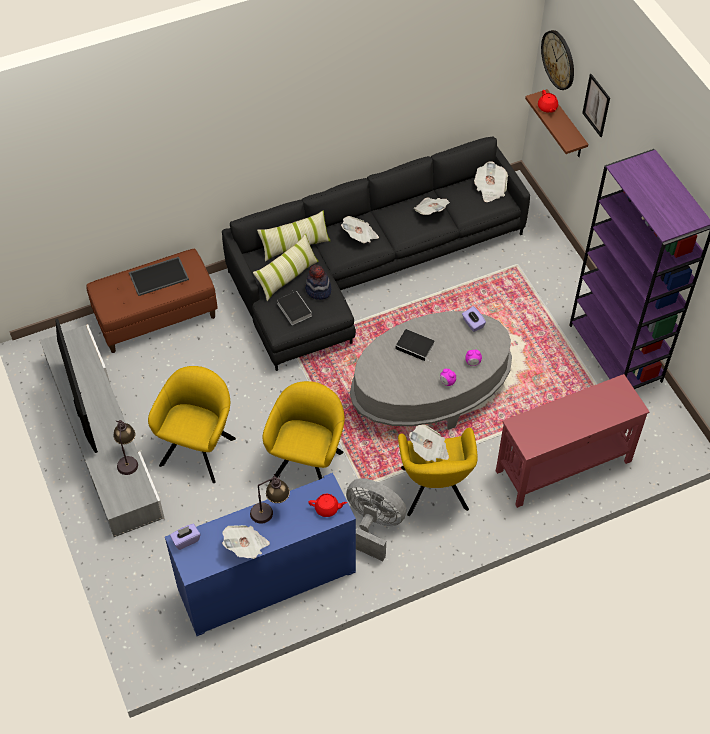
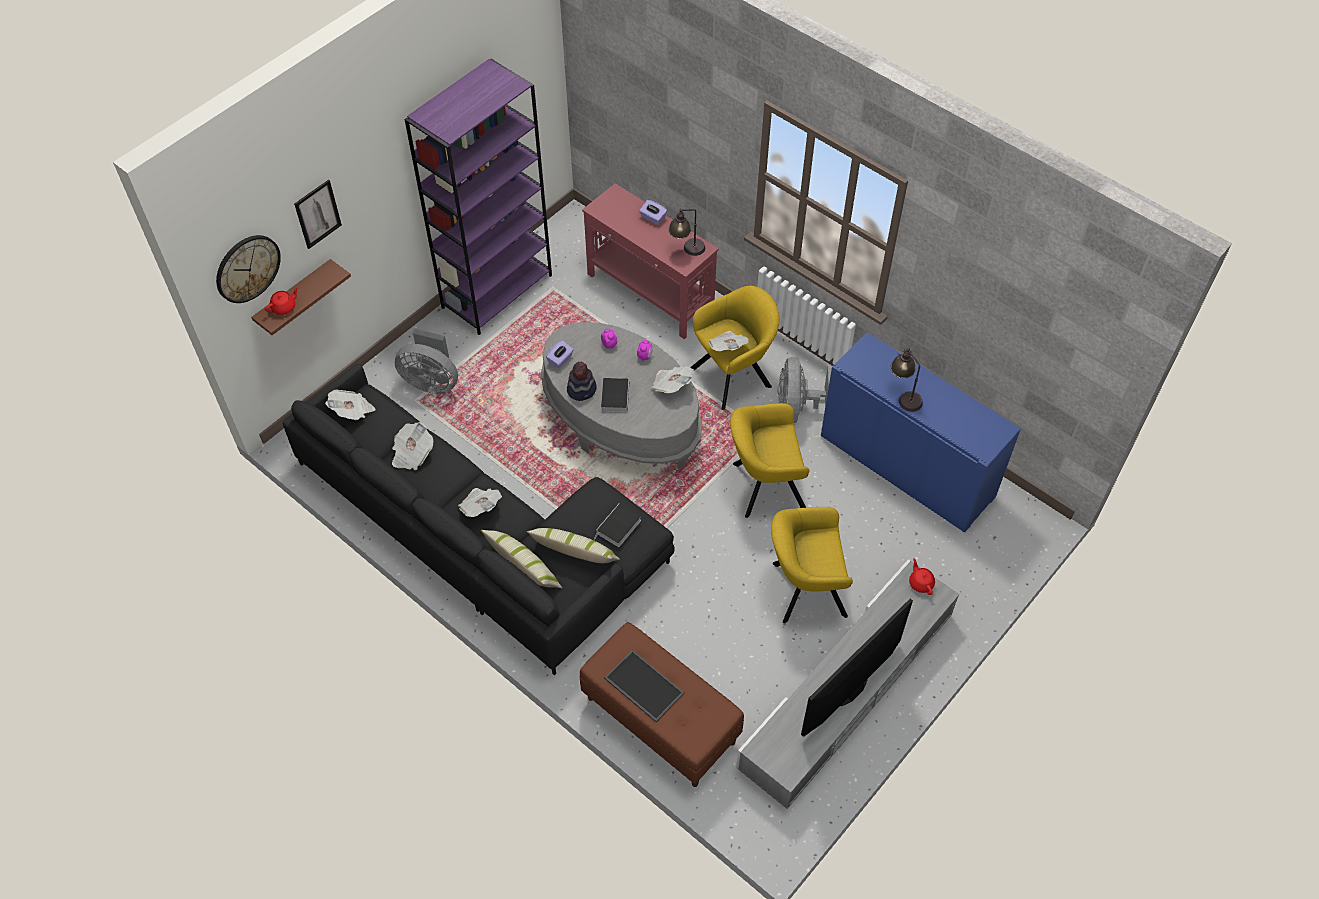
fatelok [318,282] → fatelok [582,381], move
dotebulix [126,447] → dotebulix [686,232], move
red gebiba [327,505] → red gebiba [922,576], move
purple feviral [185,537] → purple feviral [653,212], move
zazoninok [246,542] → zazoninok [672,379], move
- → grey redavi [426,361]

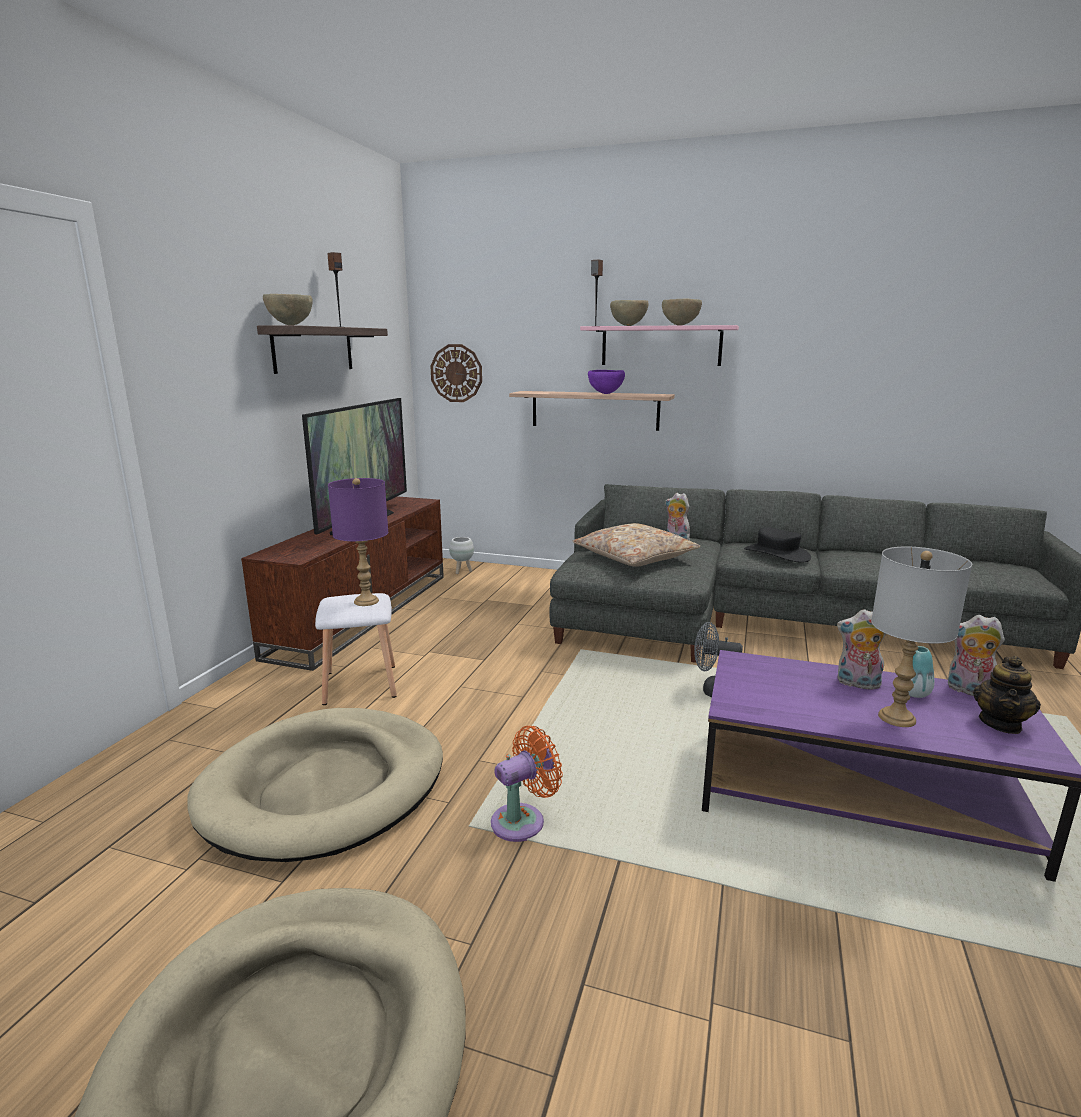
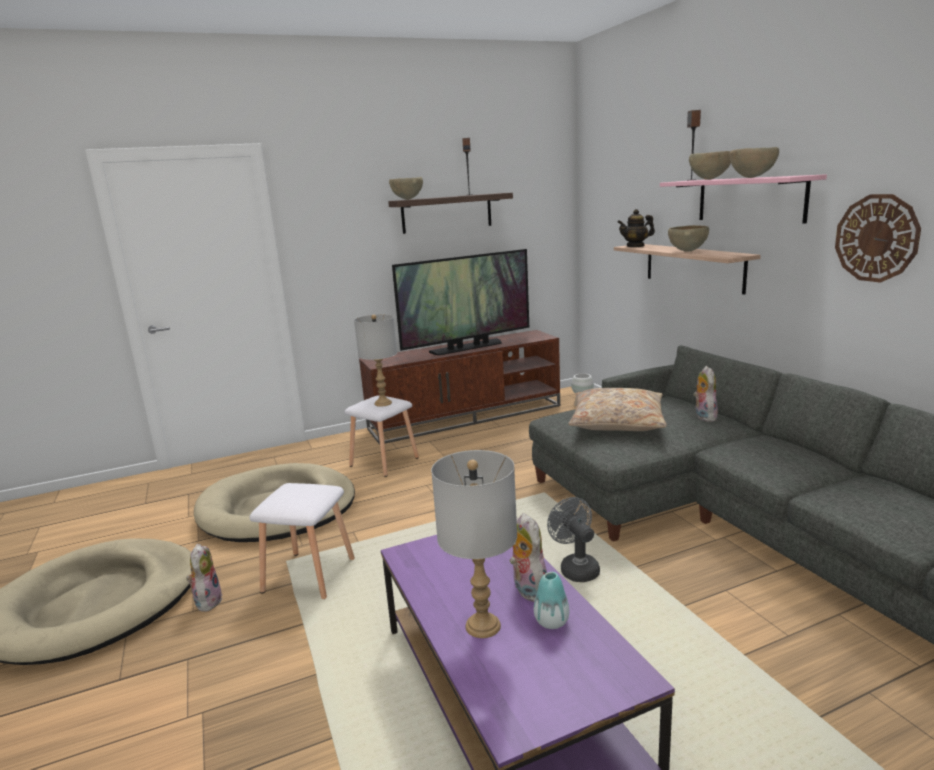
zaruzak [456,373] → zaruzak [878,238], move
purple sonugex [606,382] → brown sonugex [688,238]
purple dotebulix [358,542] → grey dotebulix [375,360]
black fatelok [777,545] → -
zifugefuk [976,655] → zifugefuk [204,578], move
gebiba [1007,695] → gebiba [636,228], move
orange redavi [527,784] → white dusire [302,541]

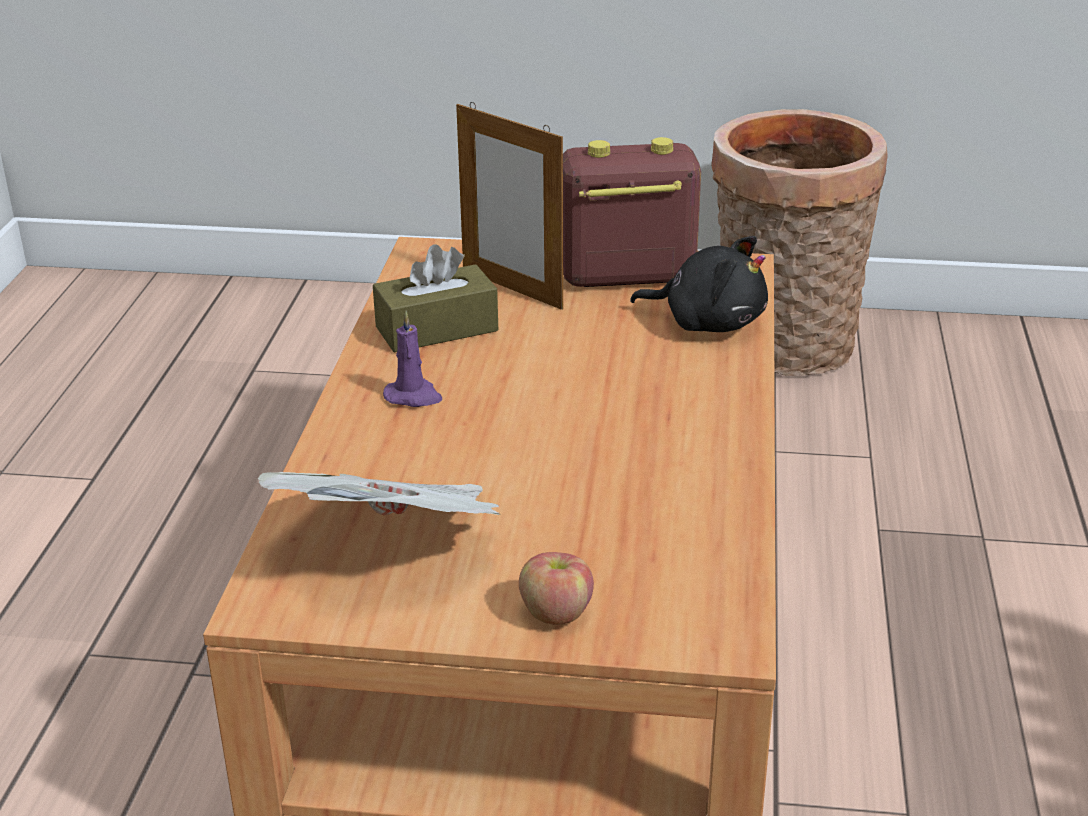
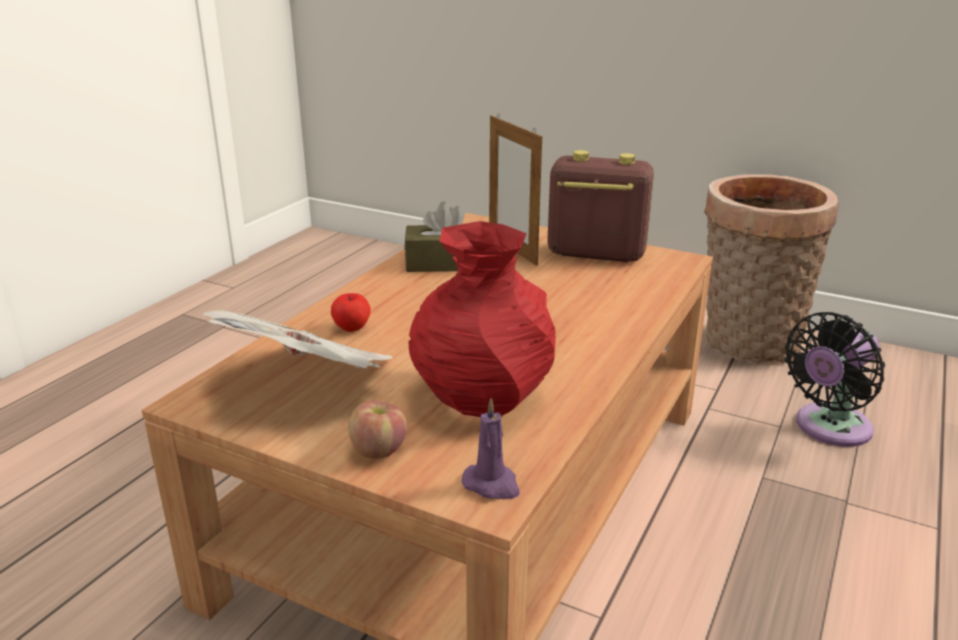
black zifugefuk [699,284] → -
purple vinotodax [412,359] → purple vinotodax [491,448], move
- → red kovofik [482,319]
- → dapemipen [351,312]
- → black redavi [835,379]

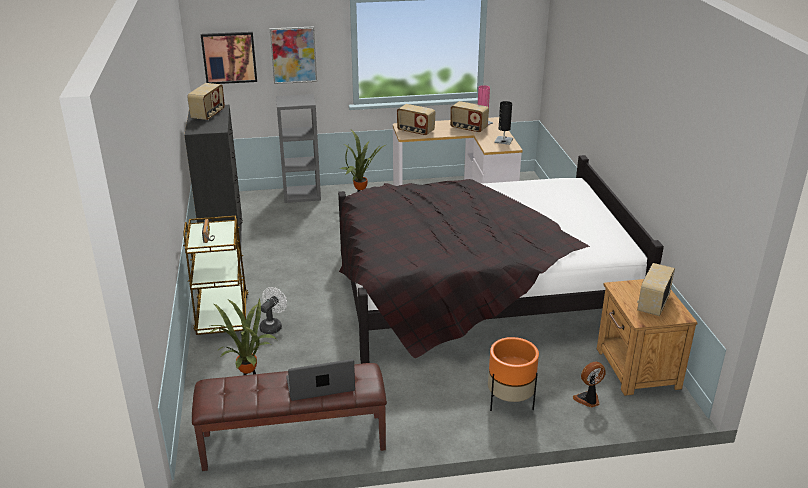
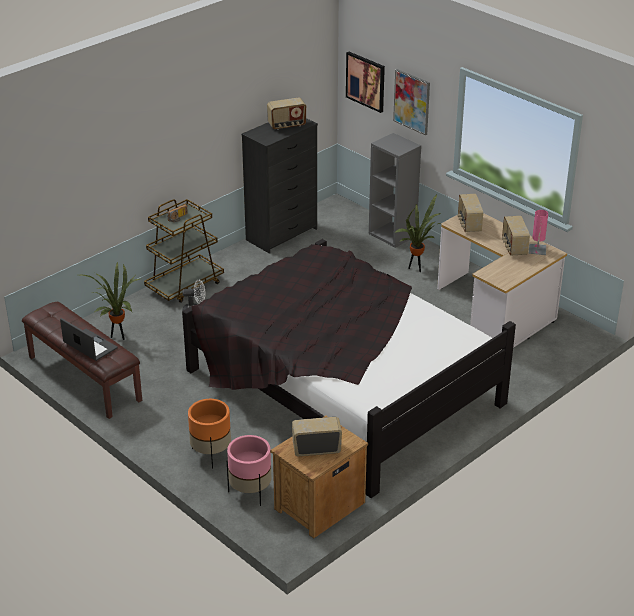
black dotebulix [503,123] → -
redavi [589,385] → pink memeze [249,470]

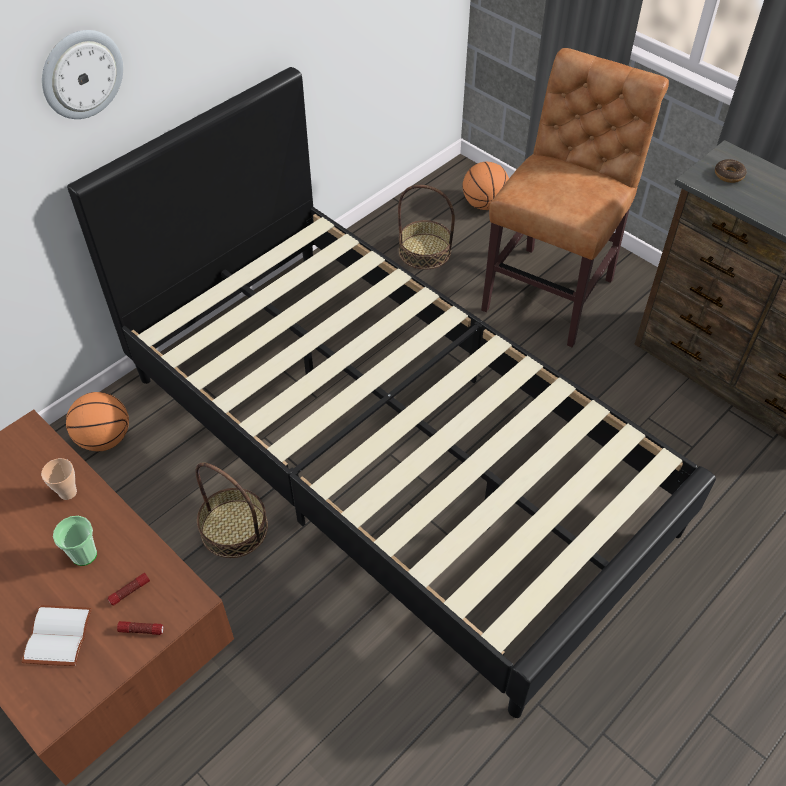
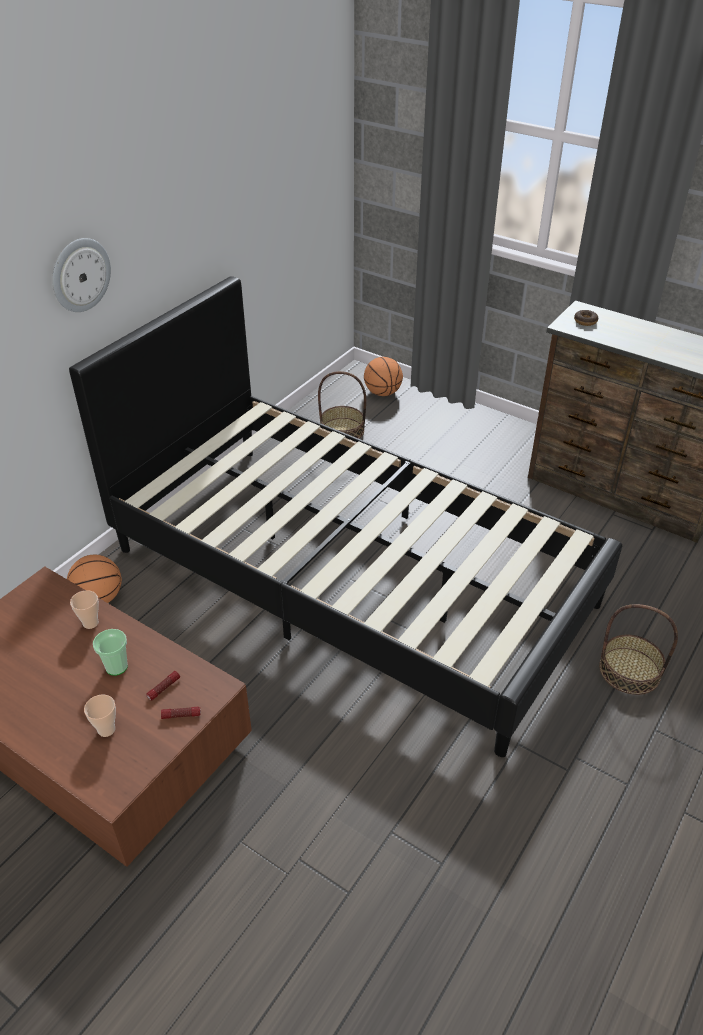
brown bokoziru [575,197] → -
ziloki [231,510] → ziloki [638,649], move
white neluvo [56,635] → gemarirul [100,716]

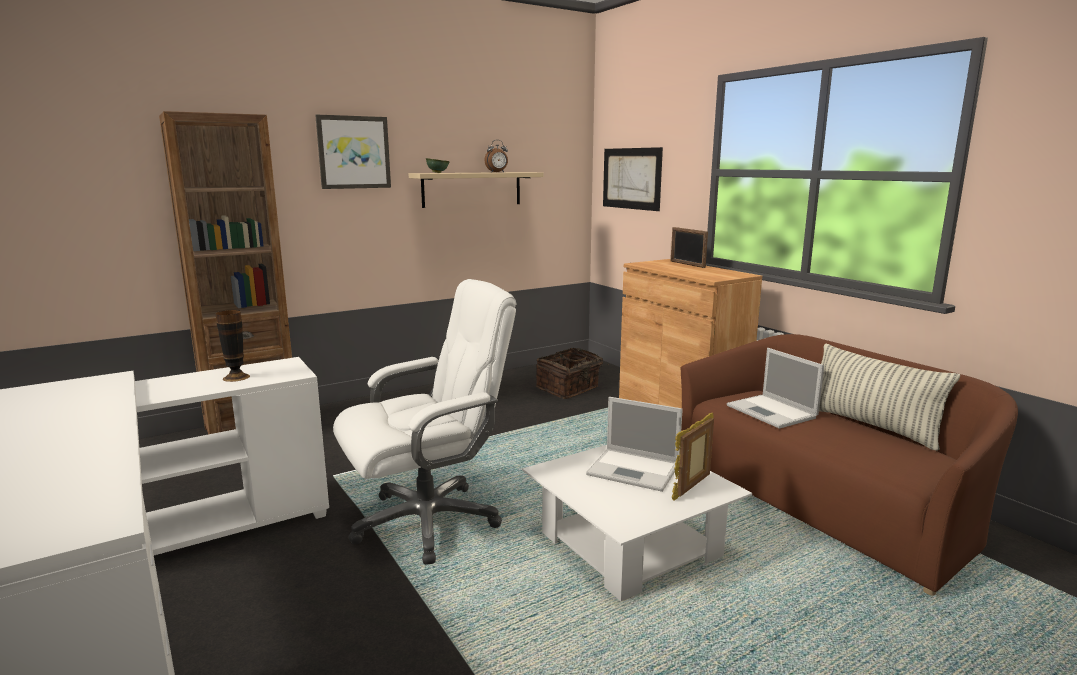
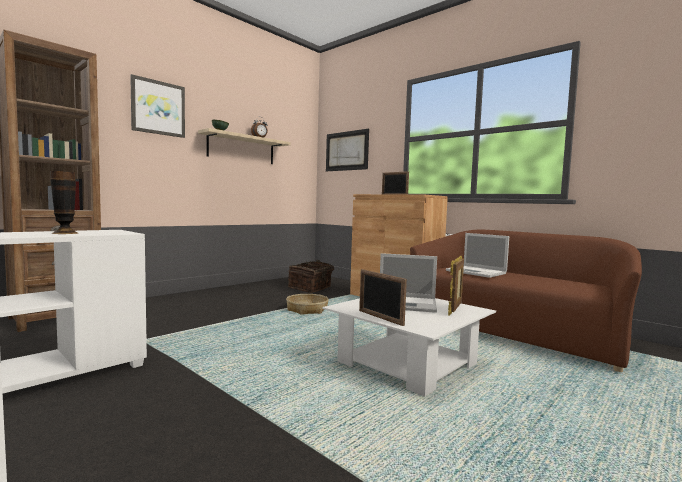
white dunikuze [424,422] → -
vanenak [889,397] → -
- → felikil [383,297]
- → ziloki [307,304]

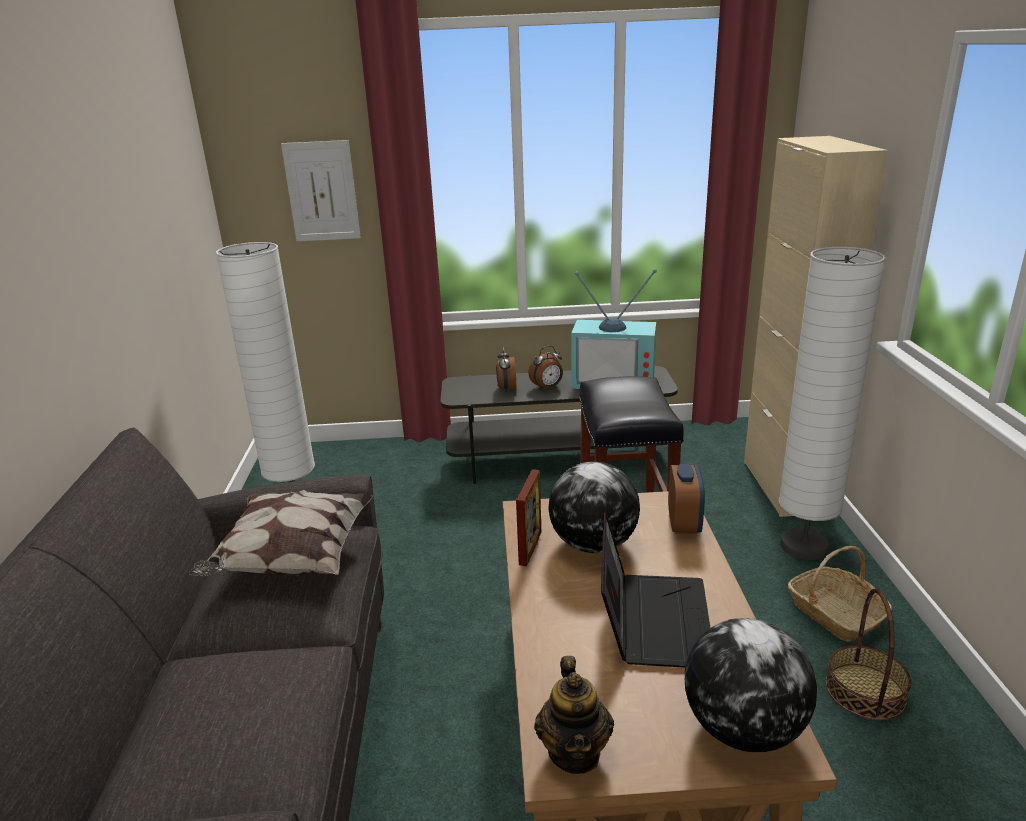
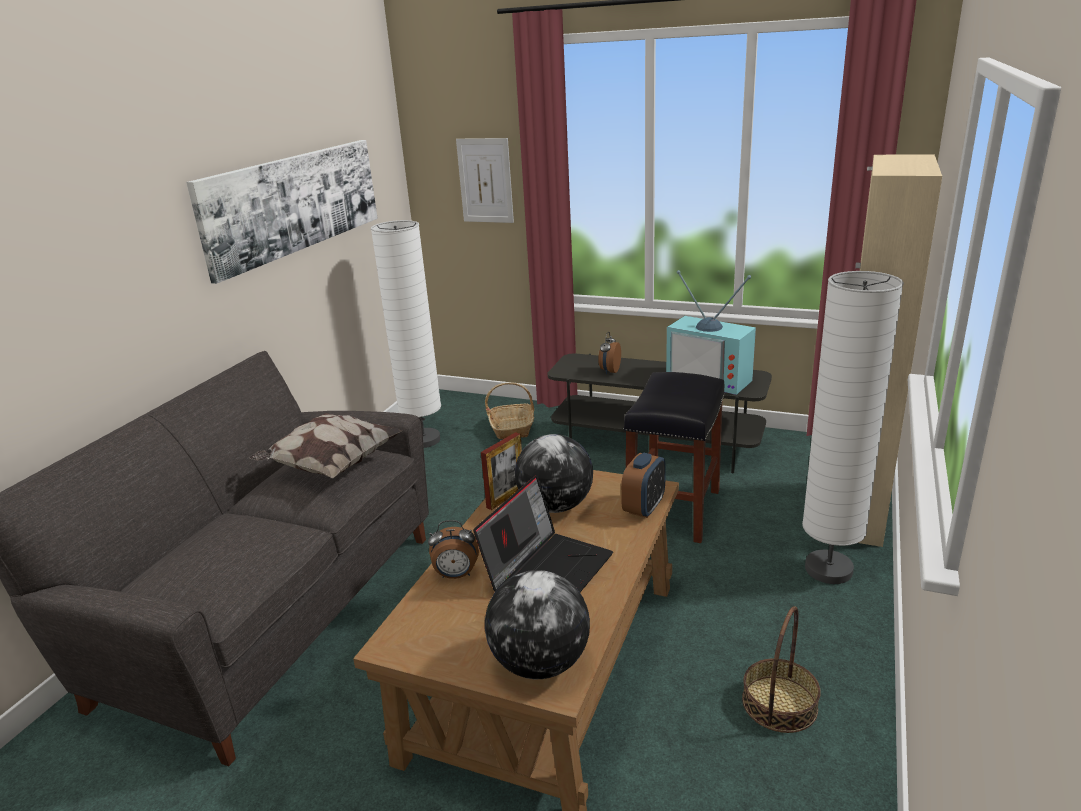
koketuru [545,368] → koketuru [453,549], move
ziloki [840,594] → ziloki [509,410], move
gebiba [574,715] → -
- → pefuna [282,212]

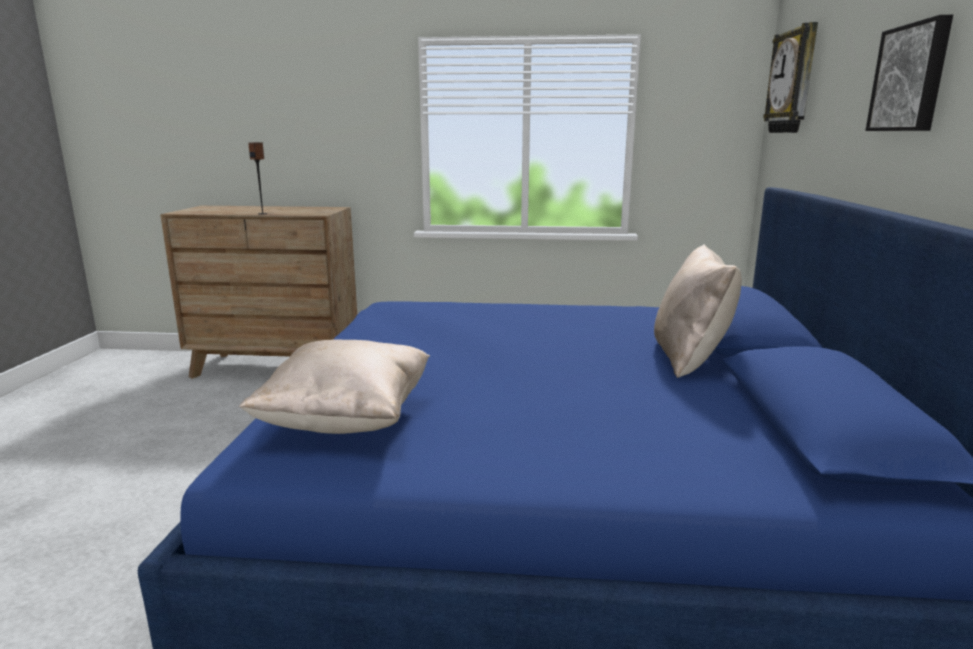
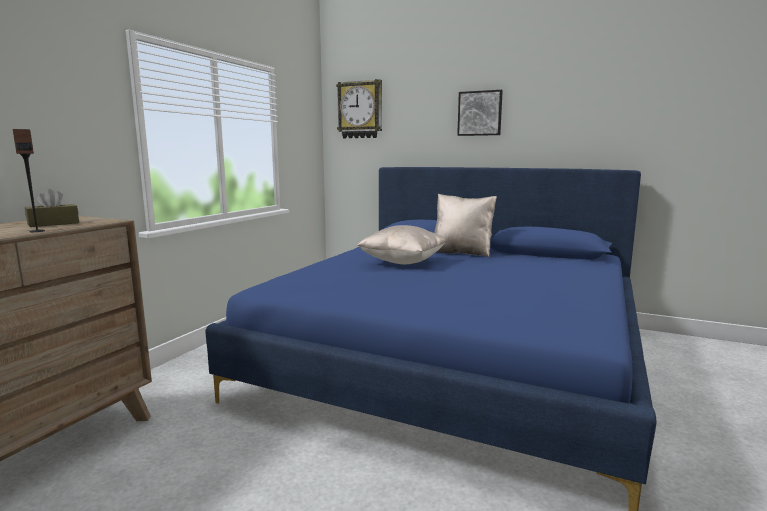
beige vanenak [334,386] → beige vanenak [401,244], move
- → brown feviral [52,208]

